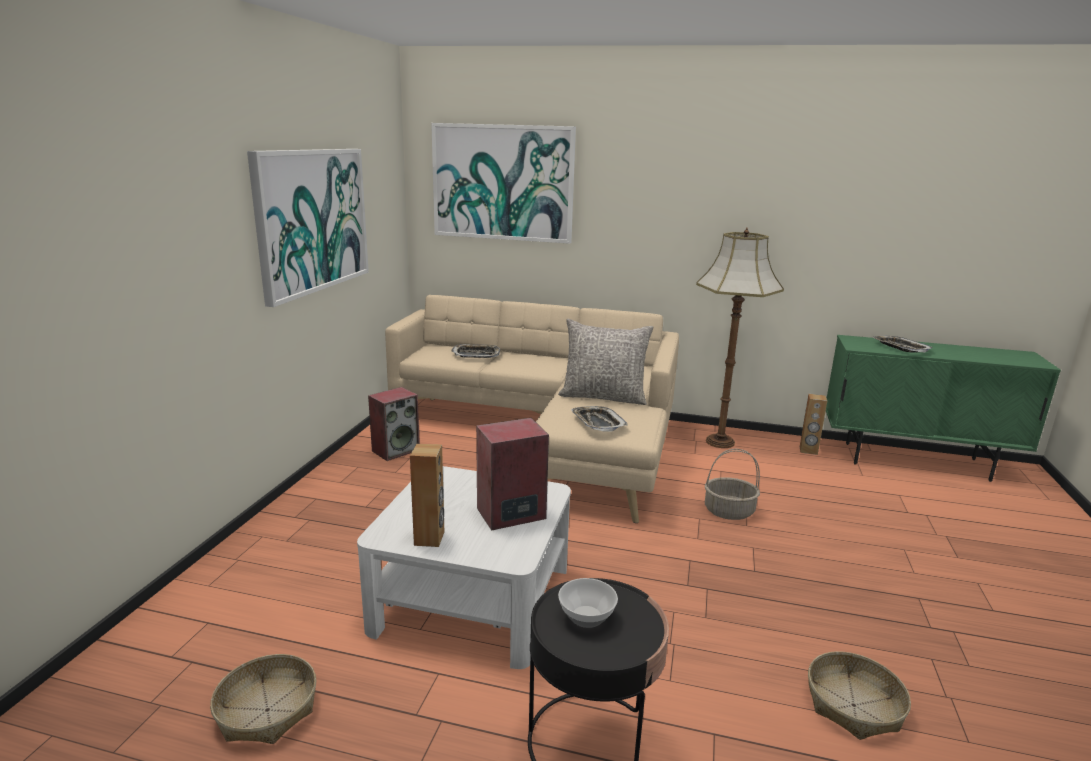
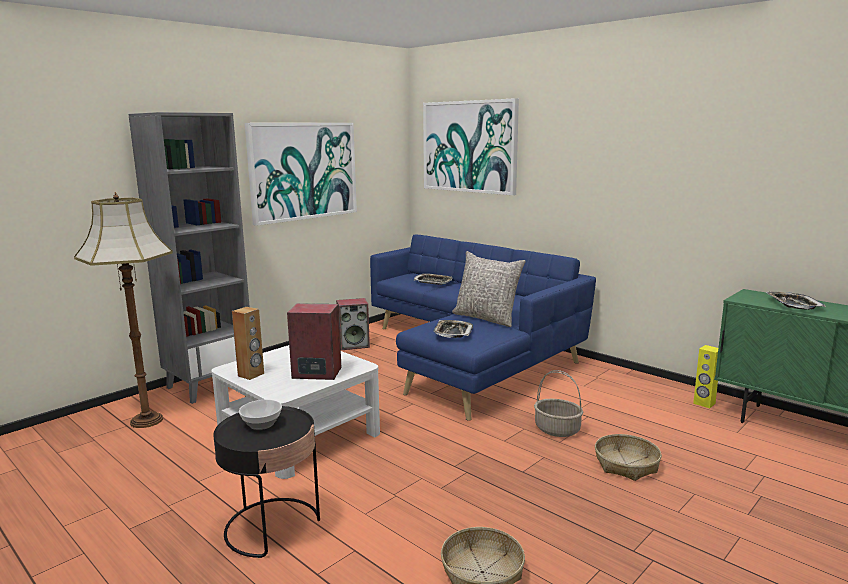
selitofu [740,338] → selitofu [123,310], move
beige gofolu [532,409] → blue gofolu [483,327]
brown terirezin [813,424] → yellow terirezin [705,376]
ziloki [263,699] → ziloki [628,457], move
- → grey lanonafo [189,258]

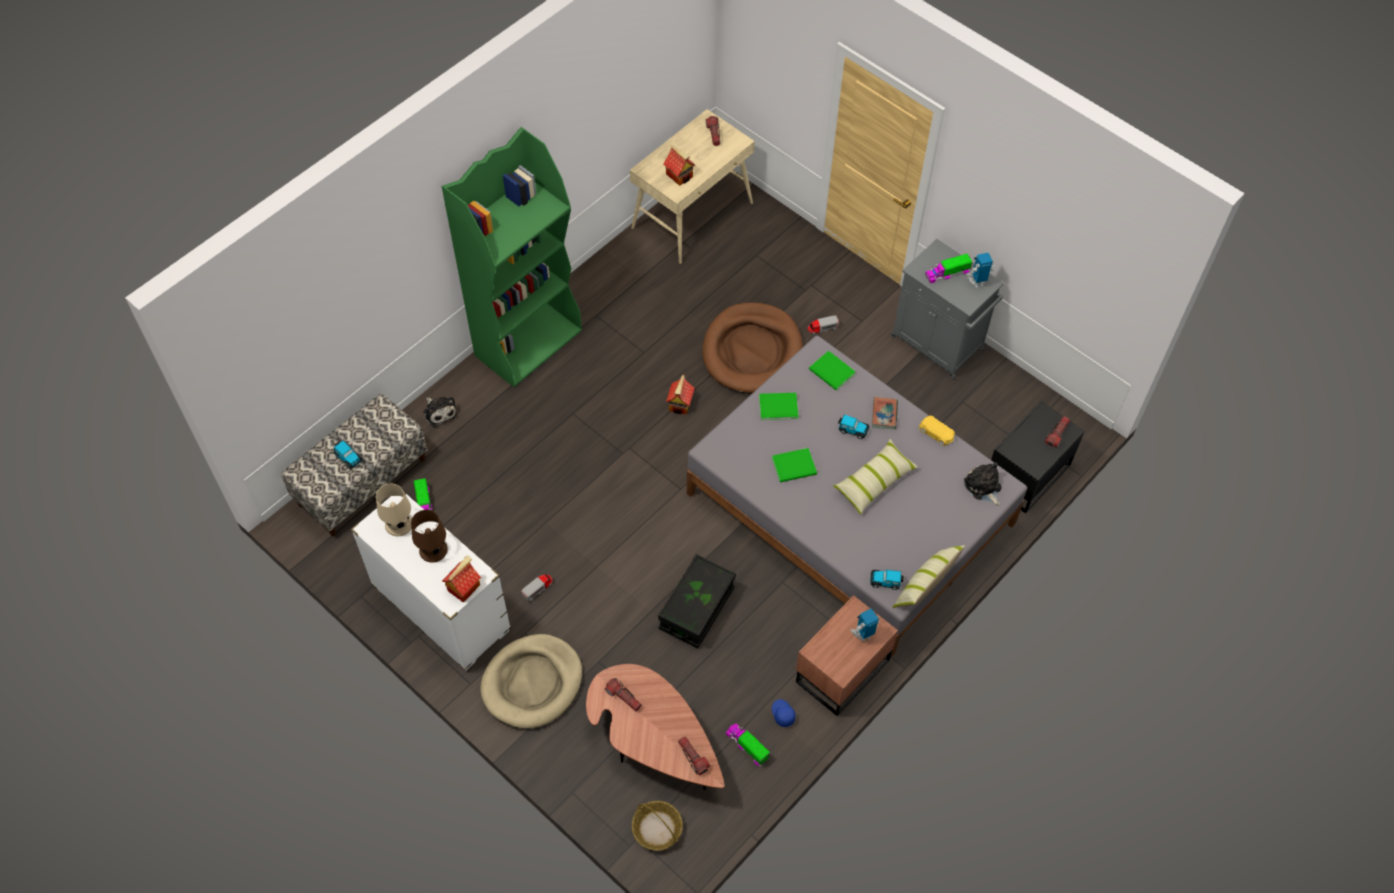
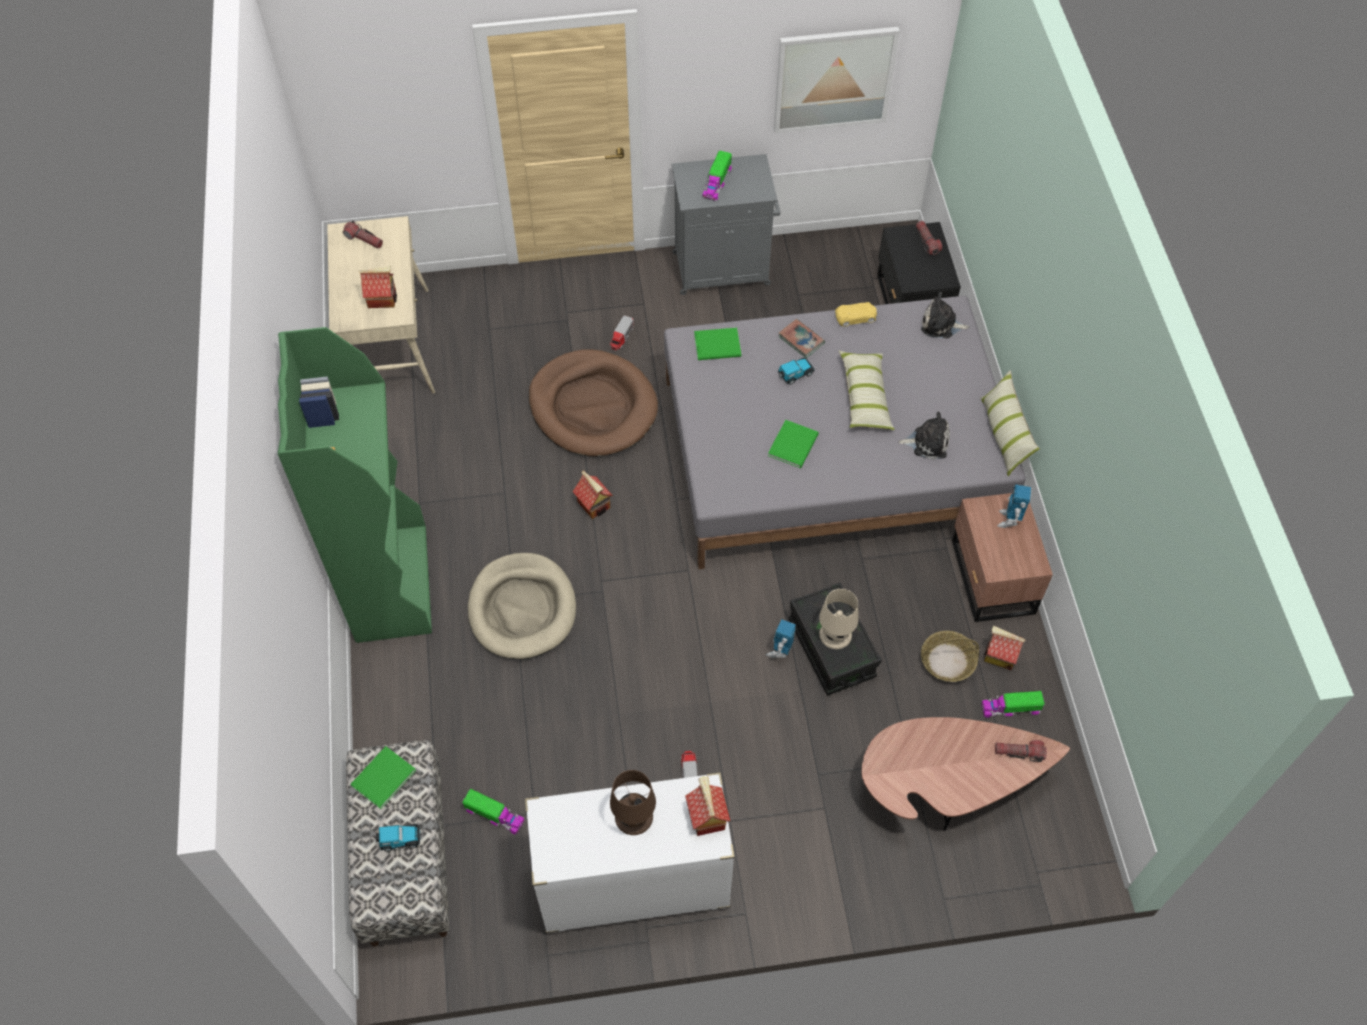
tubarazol [979,270] → tubarazol [781,638], move
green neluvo [778,406] → green neluvo [383,777], move
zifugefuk [440,412] → zifugefuk [924,435], move
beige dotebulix [394,510] → beige dotebulix [839,619], move
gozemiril [886,580] → -
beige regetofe [531,681] → beige regetofe [522,606], move
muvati [623,694] → -
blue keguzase [784,713] → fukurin [1005,648]
ziloki [657,826] → ziloki [950,656], move
- → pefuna [837,80]

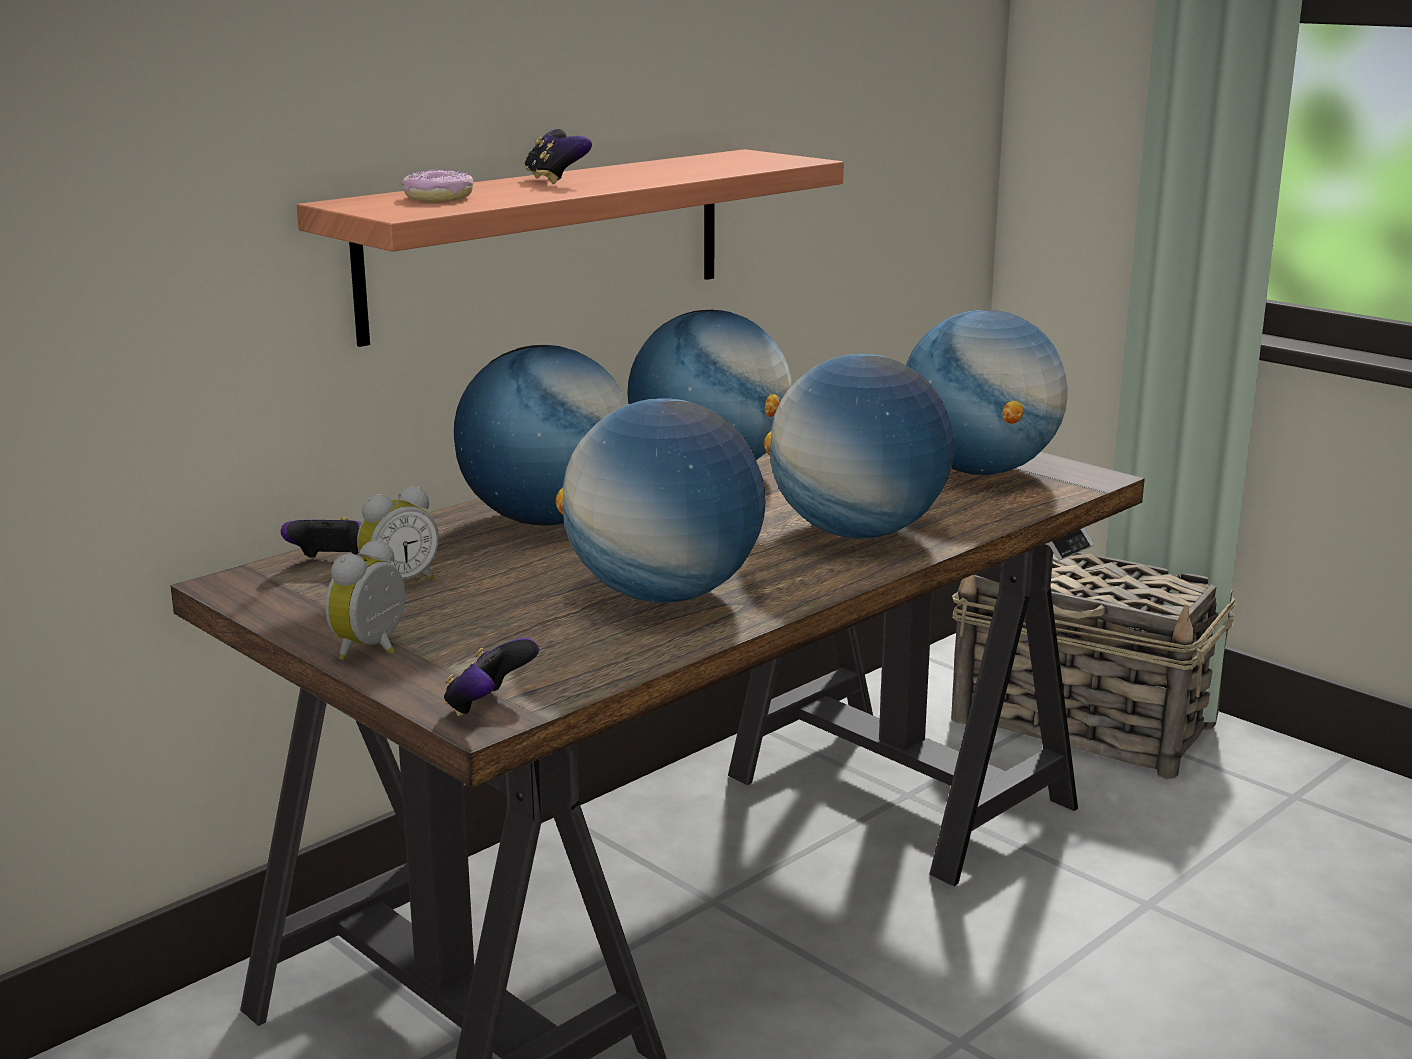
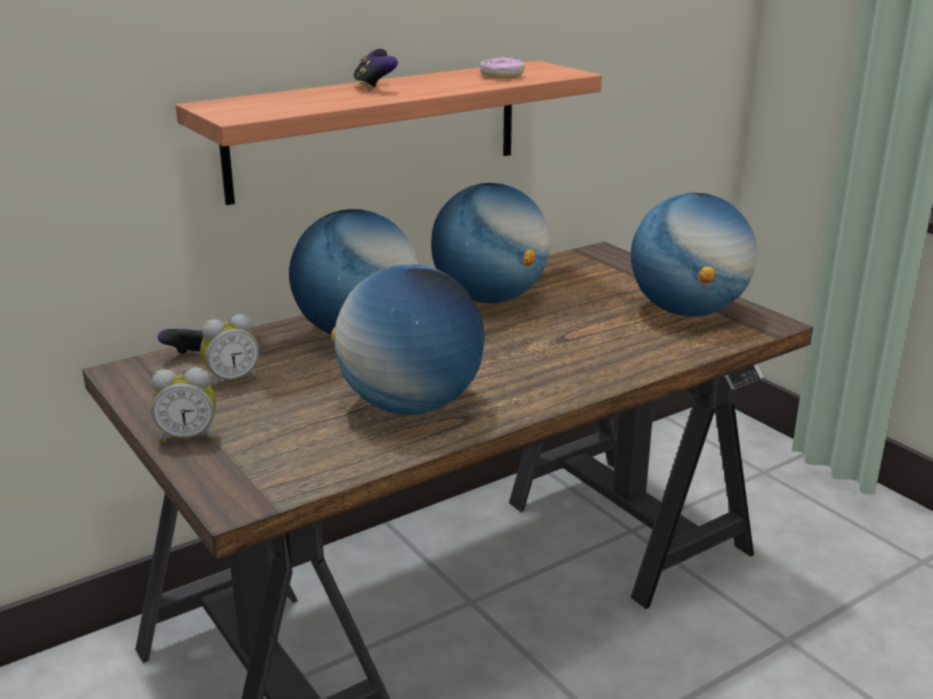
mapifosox [438,185] → mapifosox [502,68], move
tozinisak [859,446] → -
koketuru [365,599] → koketuru [183,405], 135 degrees counterclockwise
ziloki [1093,666] → -
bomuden [491,677] → -

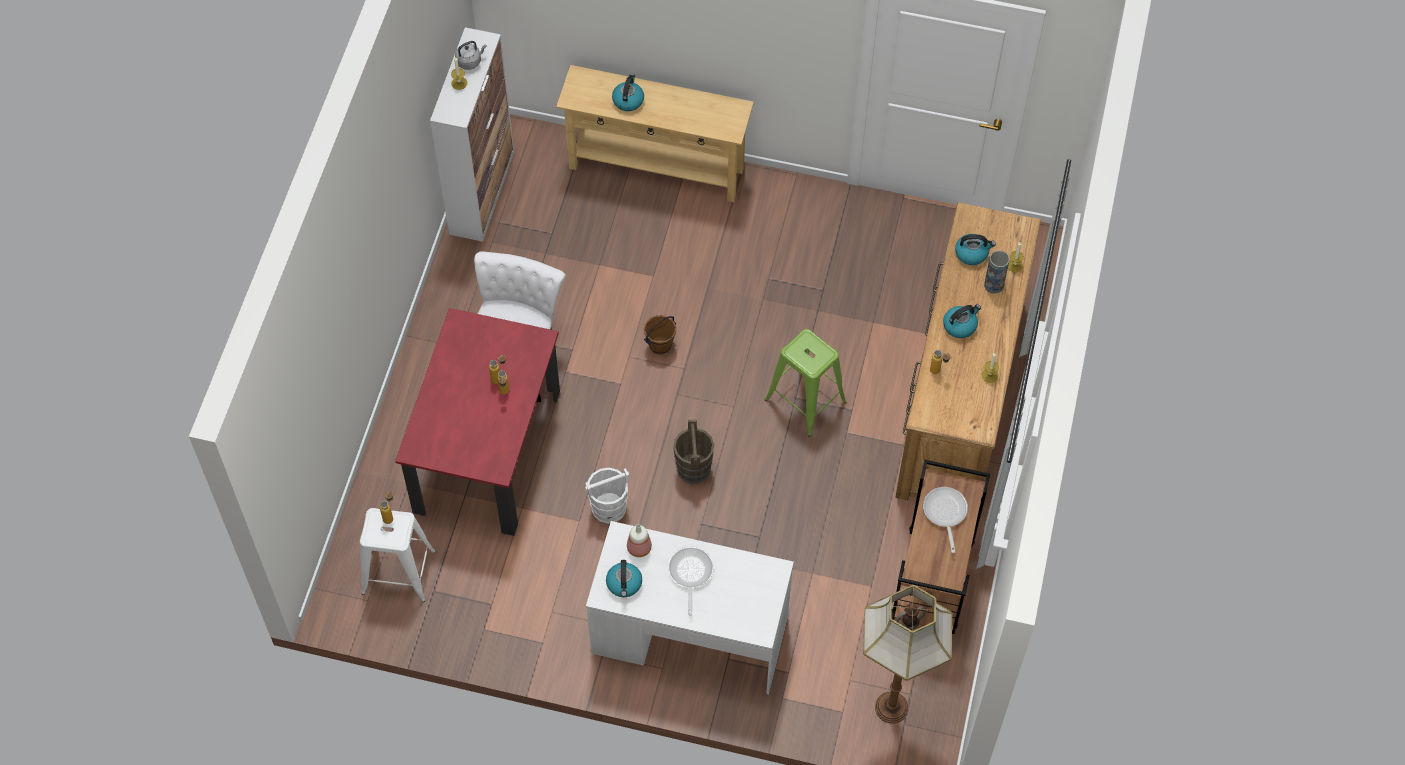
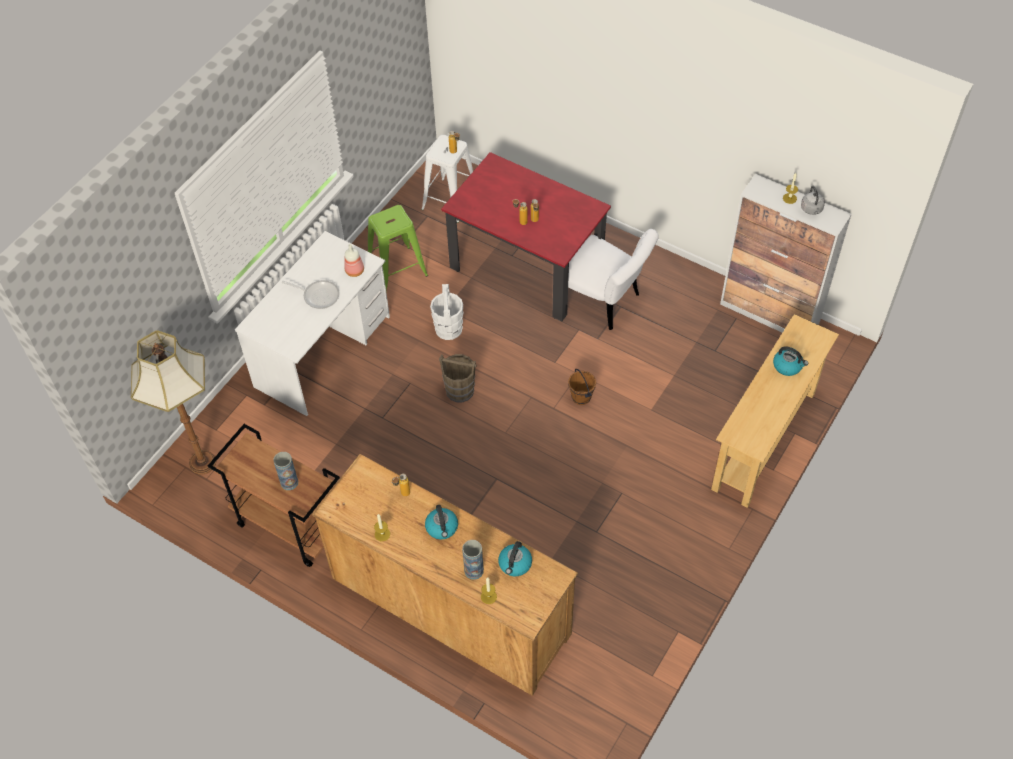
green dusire [806,383] → green dusire [398,247], move
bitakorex [945,520] → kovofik [285,471]
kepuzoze [624,578] → -

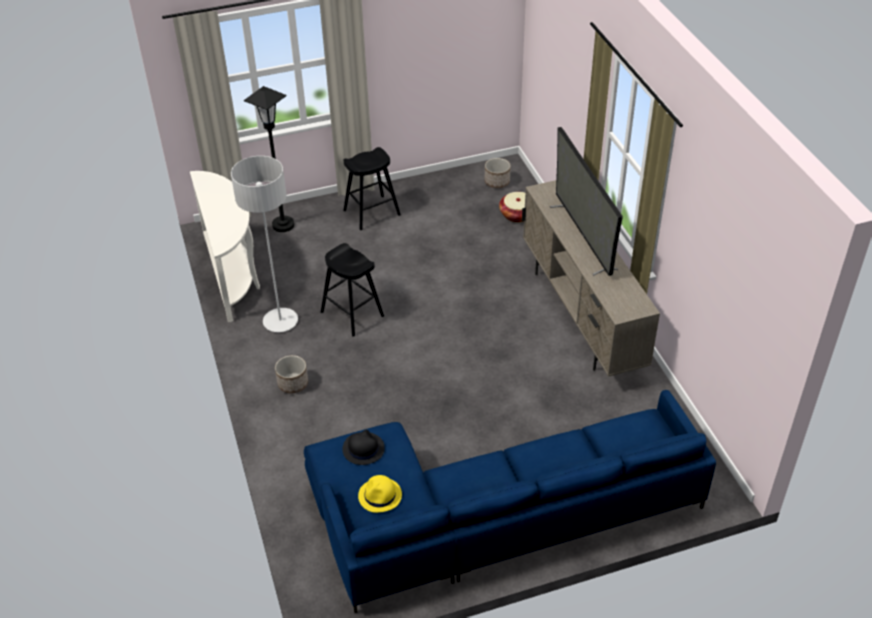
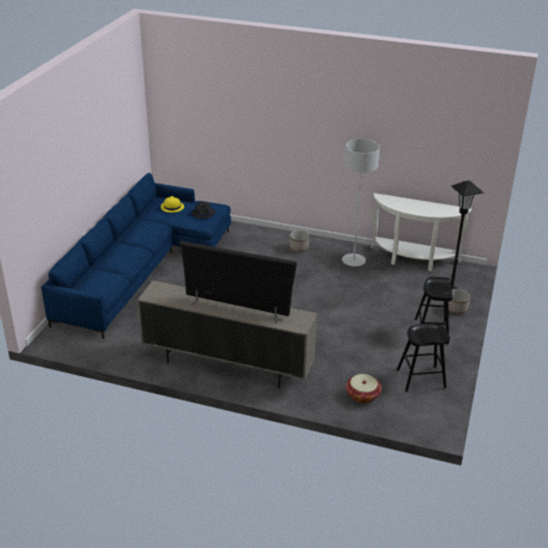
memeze [498,173] → memeze [459,301], move
black dusire [352,290] → black dusire [423,357], move

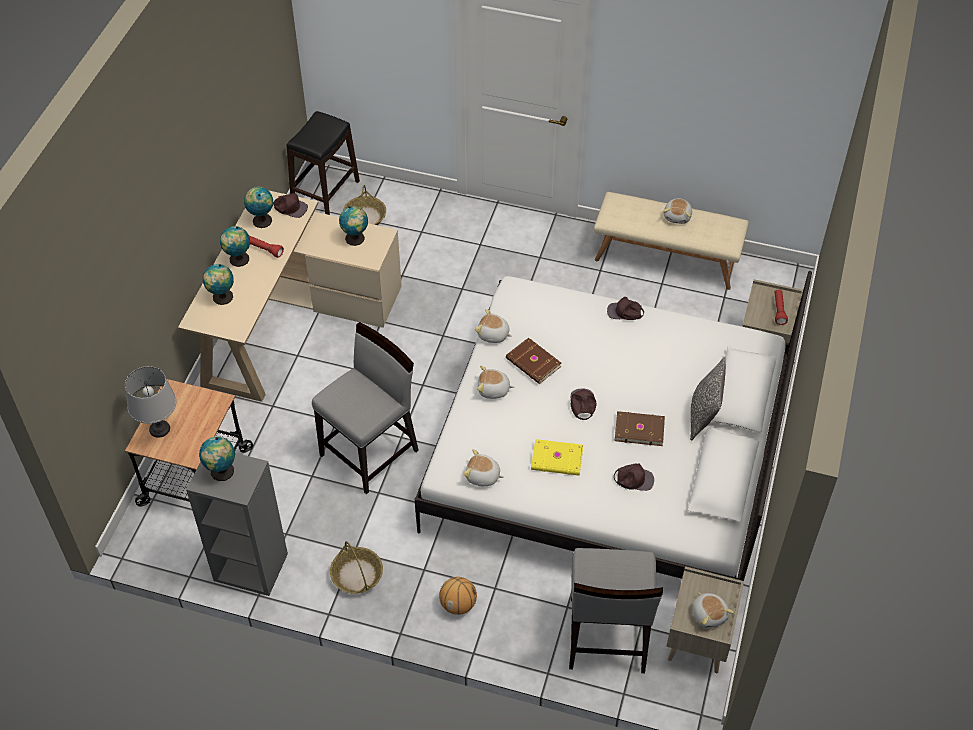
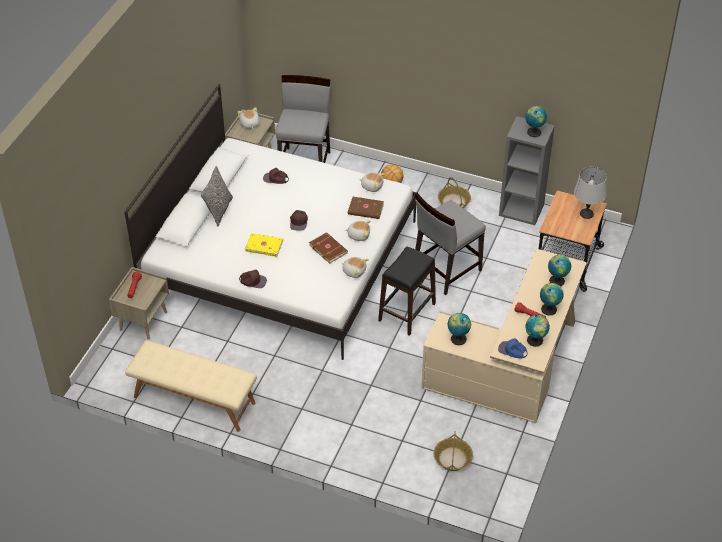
black dusire [323,163] → black dusire [407,291], move
brown keguzase [290,205] → blue keguzase [513,348]
zifugefuk [677,211] → -
brown neluvo [639,428] → brown neluvo [366,208], move
yellow neluvo [557,457] → yellow neluvo [264,245], move

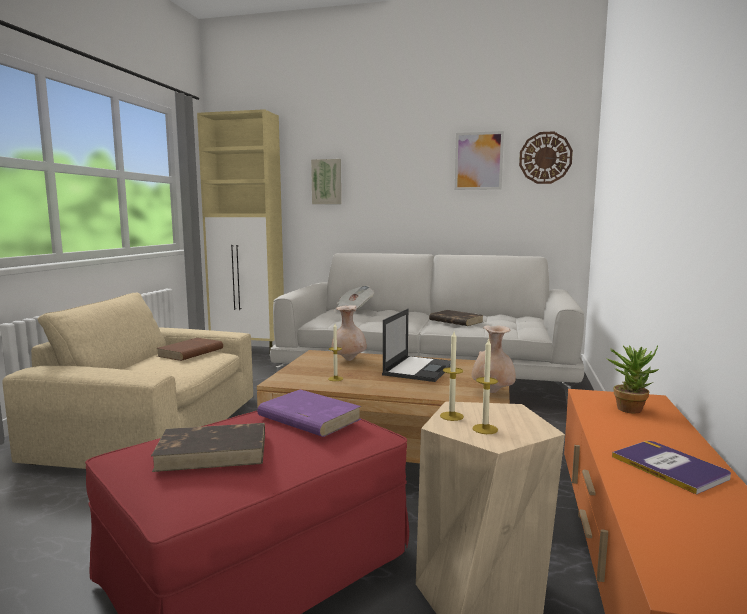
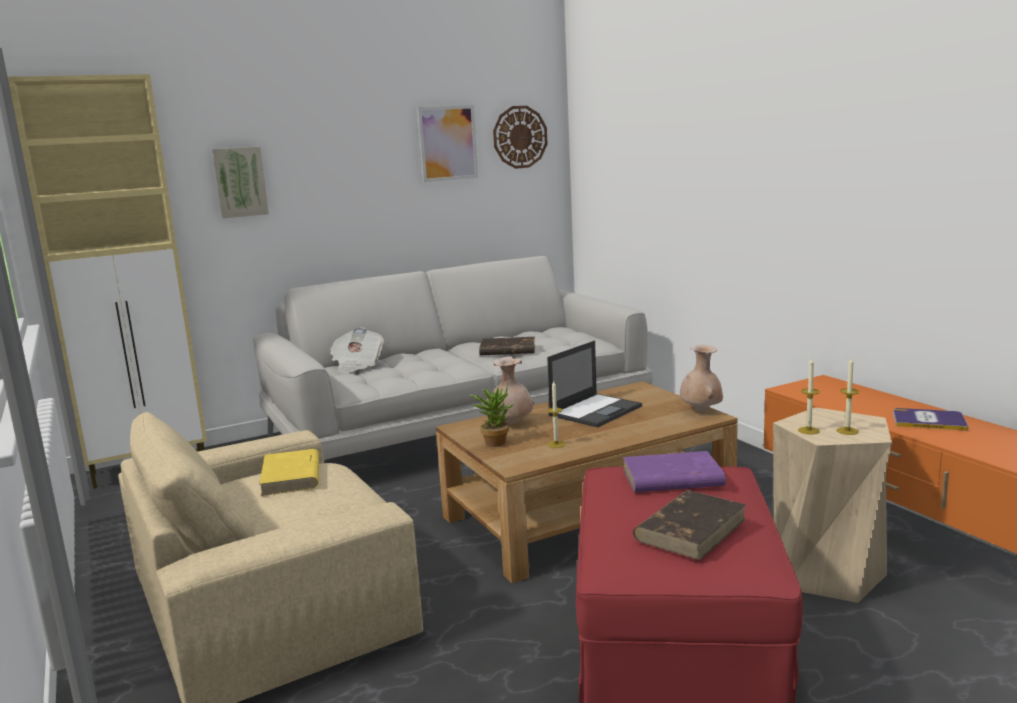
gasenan [416,345] → gasenan [594,384], 60 degrees clockwise
brown neluvo [189,349] → yellow neluvo [289,472]
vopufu [632,379] → vopufu [492,415], move

